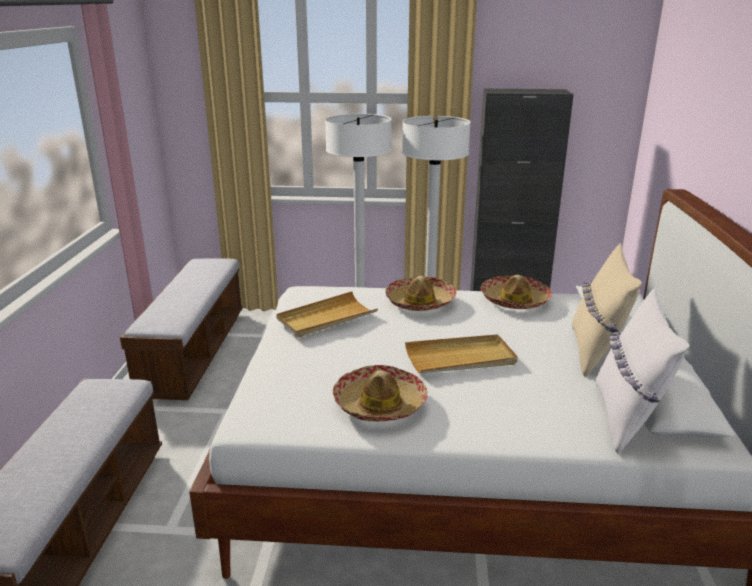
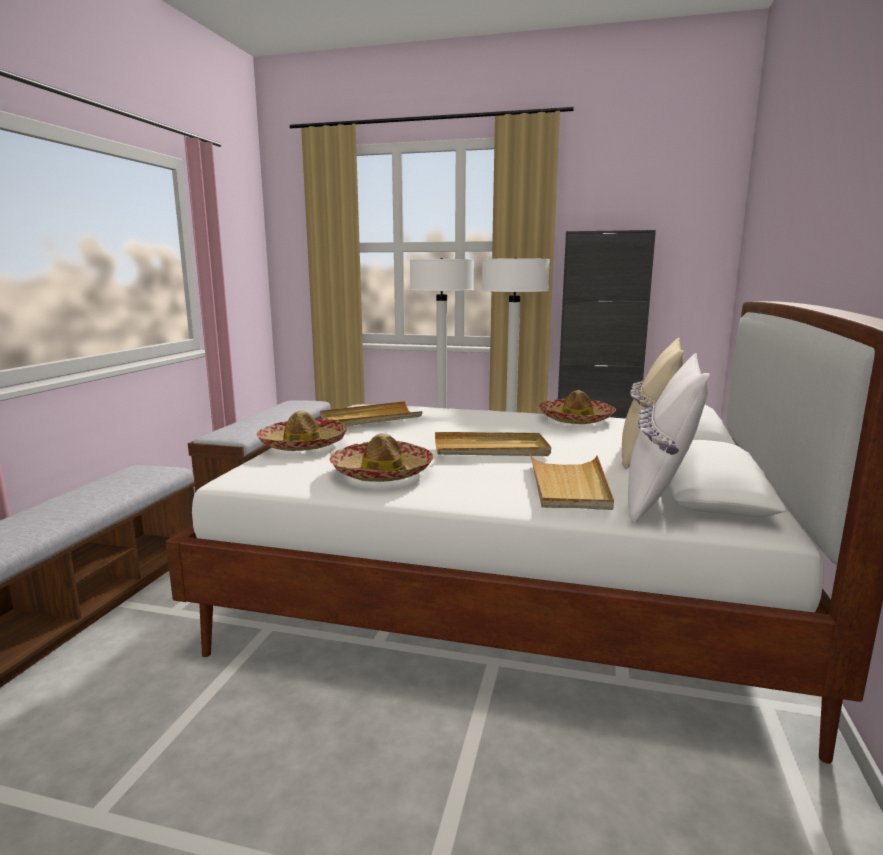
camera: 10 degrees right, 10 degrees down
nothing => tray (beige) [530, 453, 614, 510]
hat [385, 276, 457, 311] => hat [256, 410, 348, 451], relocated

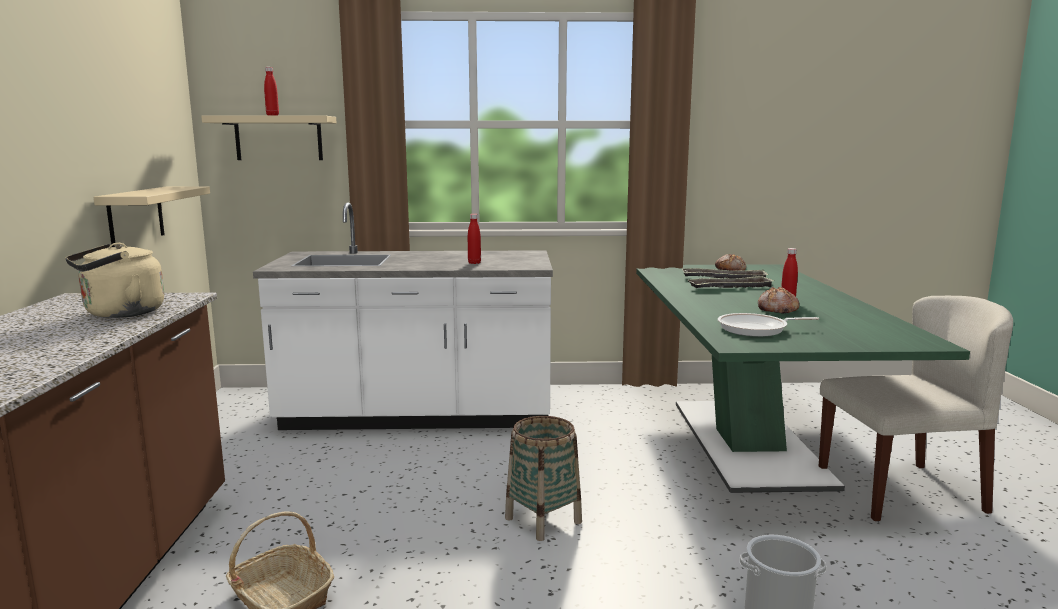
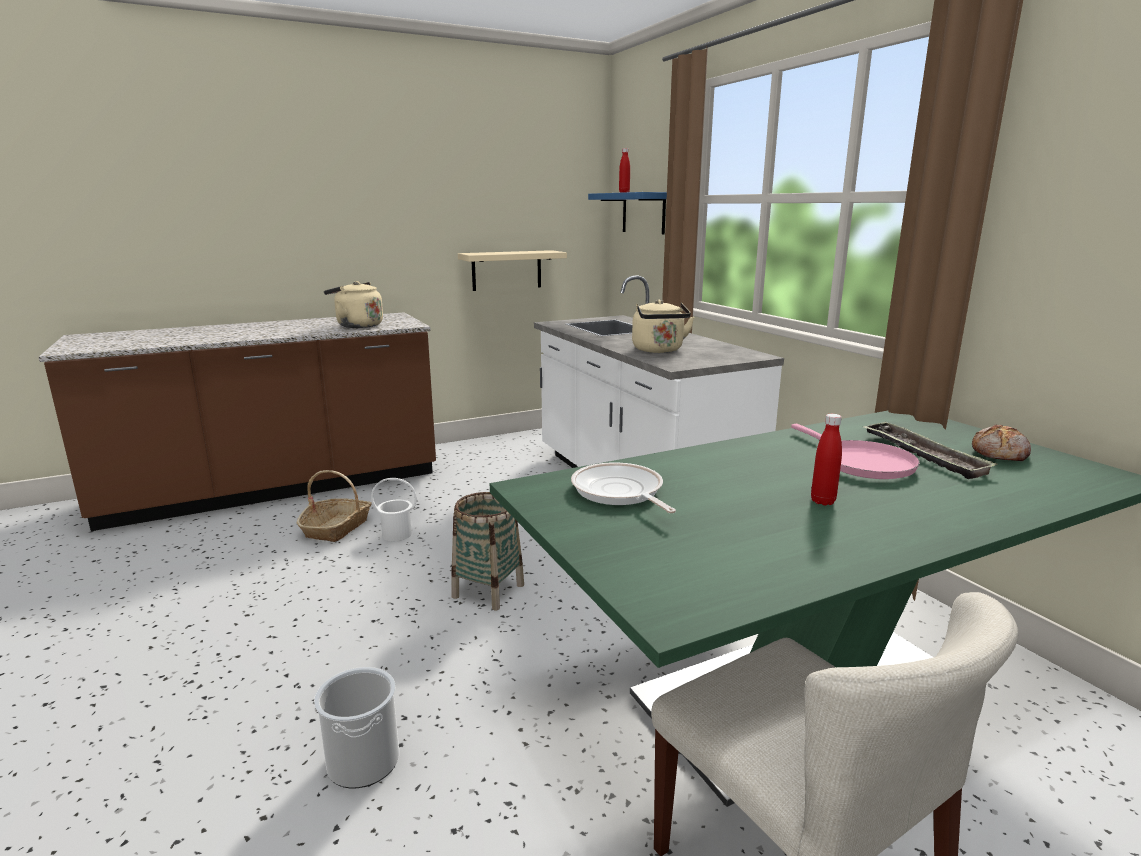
camera: 65 degrees right, 5 degrees up
bread [758, 287, 800, 314] => nothing
nothing => bucket (white) [371, 478, 417, 541]
bottle (red) [468, 214, 481, 264] => kettle (beige) [632, 300, 694, 353]
tray [688, 276, 774, 288] => frying pan (pink) [791, 424, 920, 479]
shelf (beige) [201, 115, 337, 160] => shelf (blue) [588, 192, 667, 234]

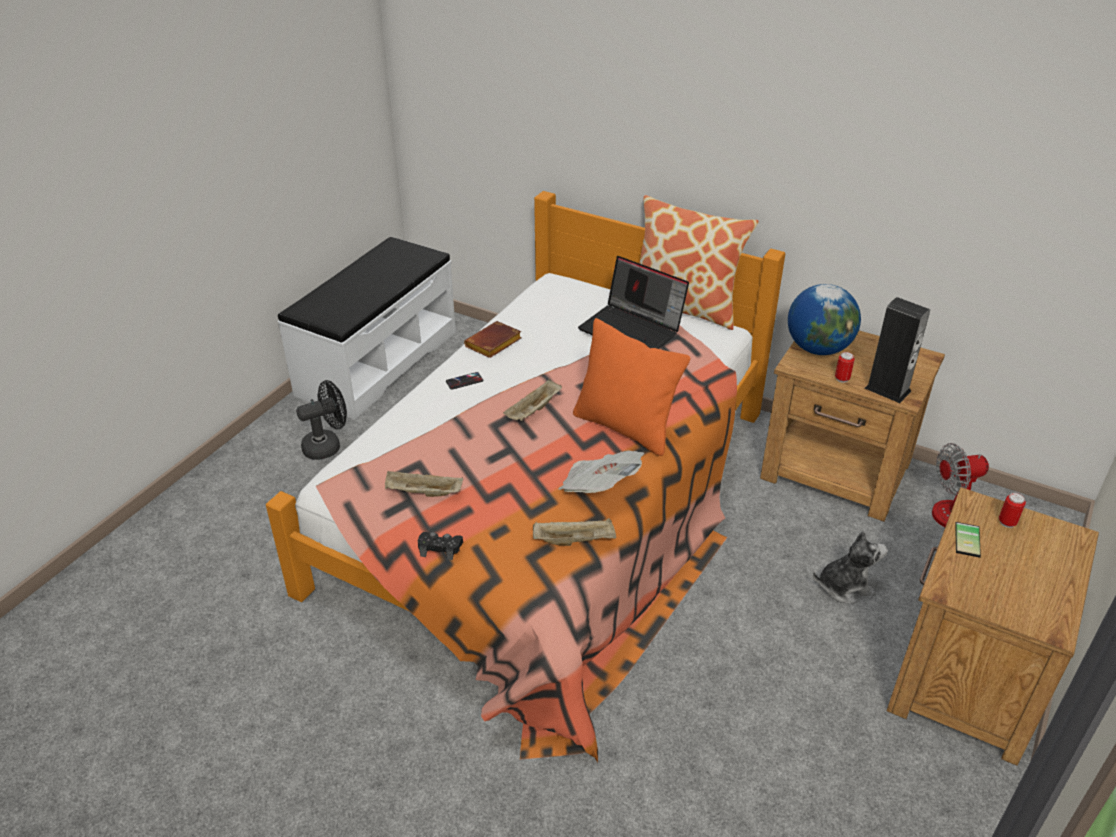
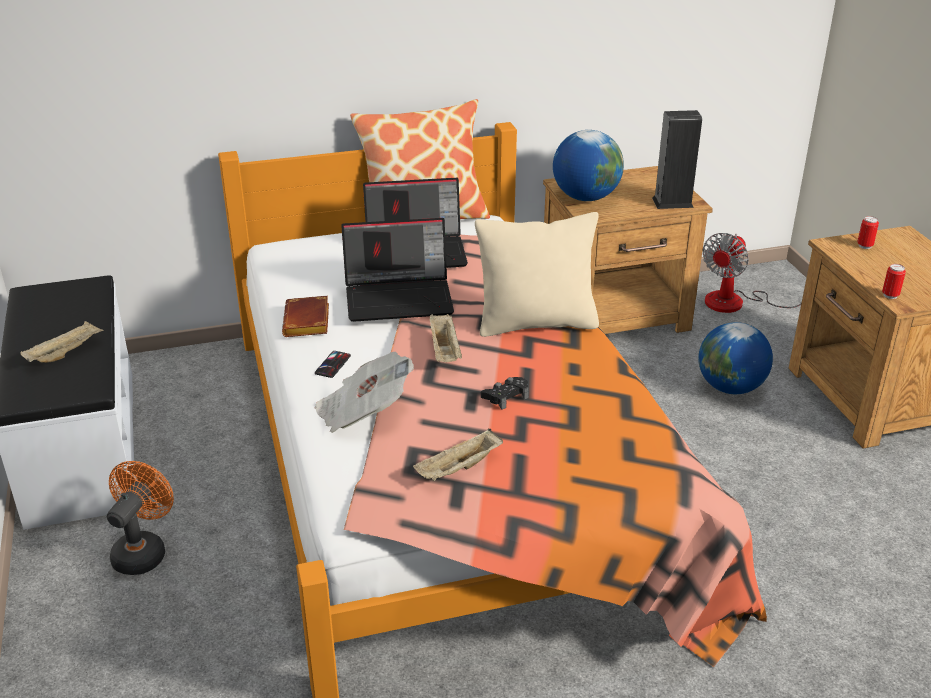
camera: 45 degrees left, 5 degrees down
phone [955, 522, 981, 558] => nothing
nothing => laptop [341, 218, 454, 322]
game controller (black) [418, 532, 463, 560] => game controller (black) [481, 377, 529, 410], relocated
tray (beige) [533, 518, 616, 546] => tray (beige) [20, 321, 103, 363], relocated
newspaper [558, 450, 645, 493] => newspaper [314, 352, 414, 433], relocated
can [835, 352, 855, 383] => can [882, 264, 906, 299], relocated
plush toy [813, 531, 887, 604] => globe [698, 322, 773, 394]
fan (black) [296, 380, 347, 460] => fan (orange) [107, 461, 174, 575]
pillow (orange) [573, 318, 690, 456] => pillow (beige) [475, 212, 599, 337]

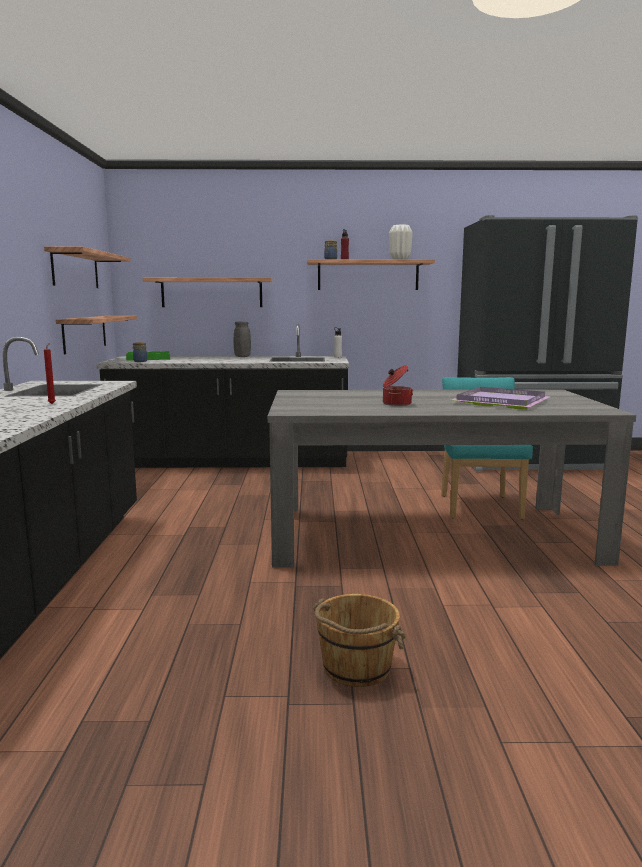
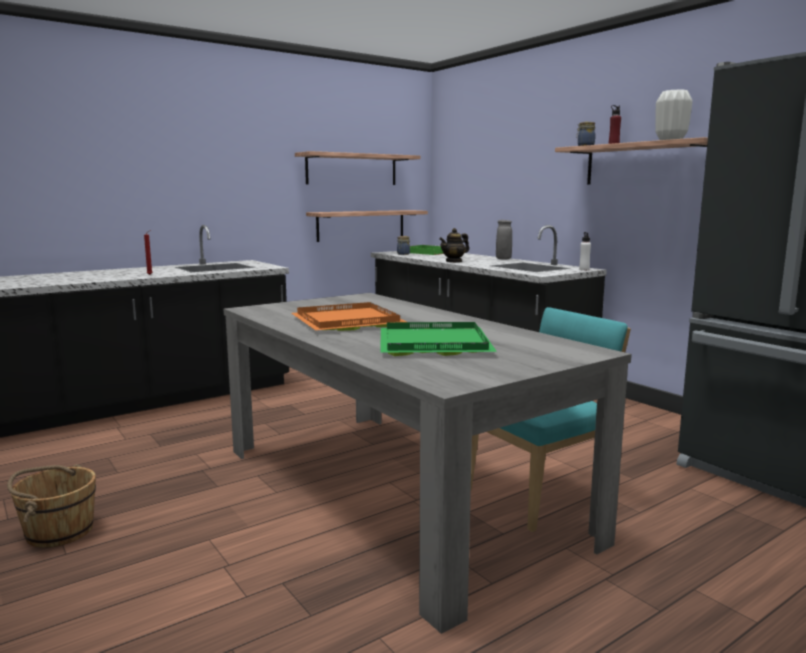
camera: 55 degrees right, 0 degrees up
shelf [143, 278, 272, 307] => nothing
nothing => teapot [439, 228, 469, 263]
cooking pot [383, 365, 413, 406] => tray (orange) [292, 302, 406, 331]
tray (purple) [452, 387, 550, 409] => tray (green) [380, 322, 497, 356]

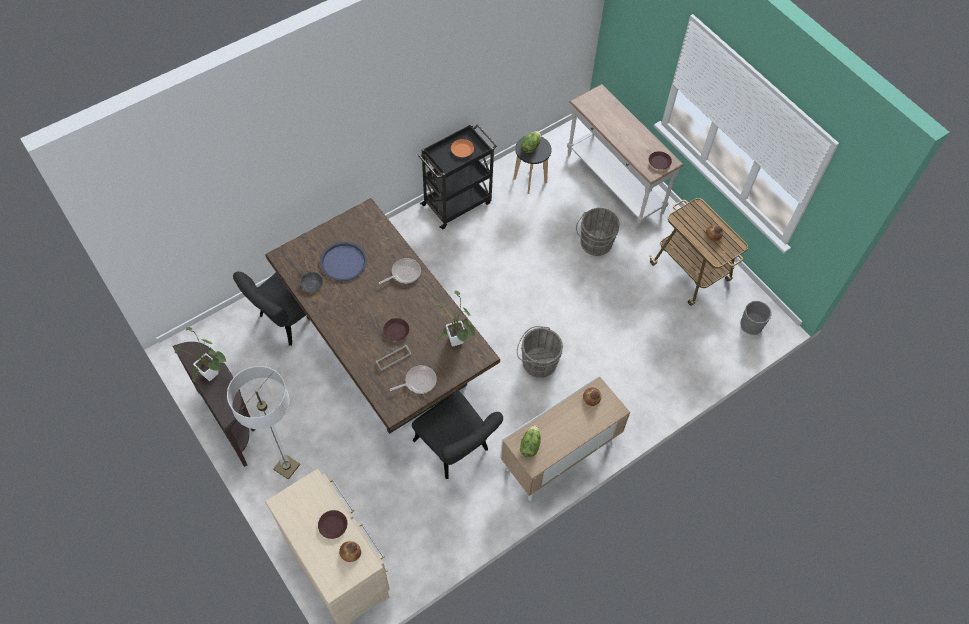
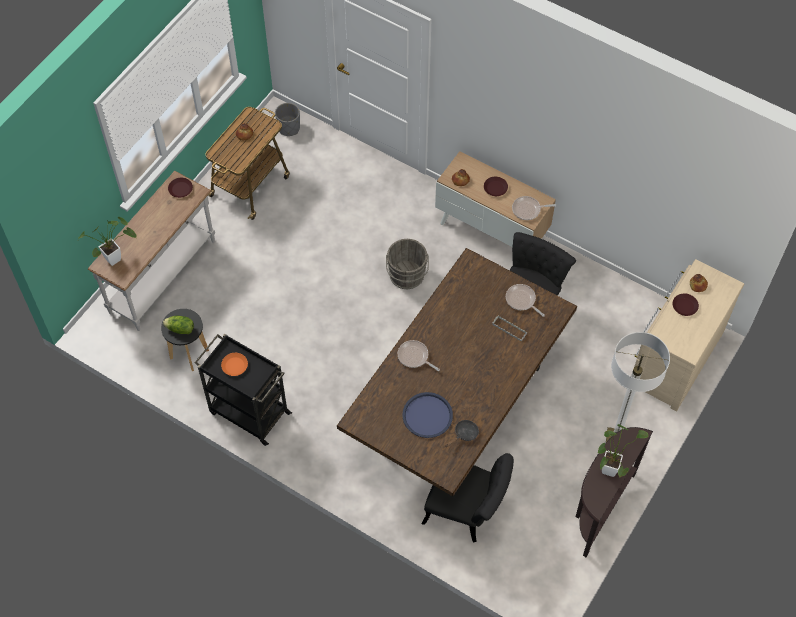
camera: 110 degrees left, 0 degrees up
bucket (grey) [576, 208, 620, 256] => nothing
plate (brown) [383, 318, 409, 341] => plate (brown) [484, 177, 508, 196], relocated
potted plant [435, 290, 475, 346] => potted plant [78, 217, 136, 266], relocated
lettuce [520, 425, 541, 457] => frying pan [512, 196, 556, 220]

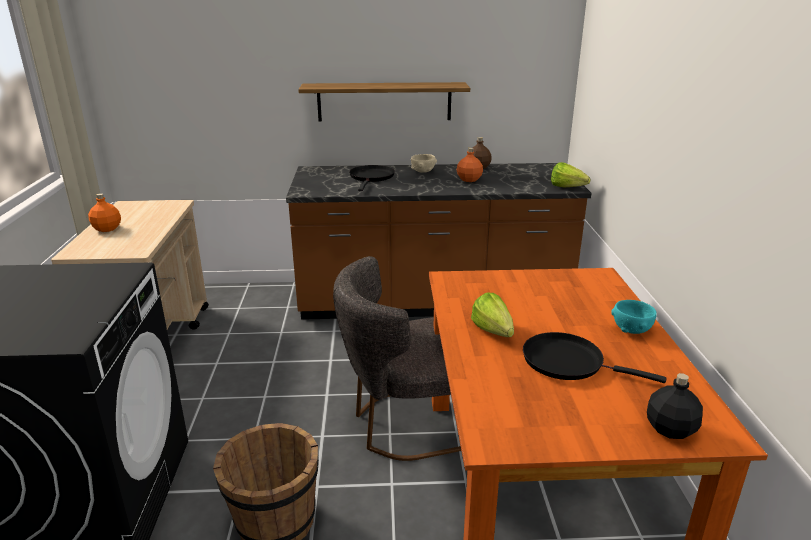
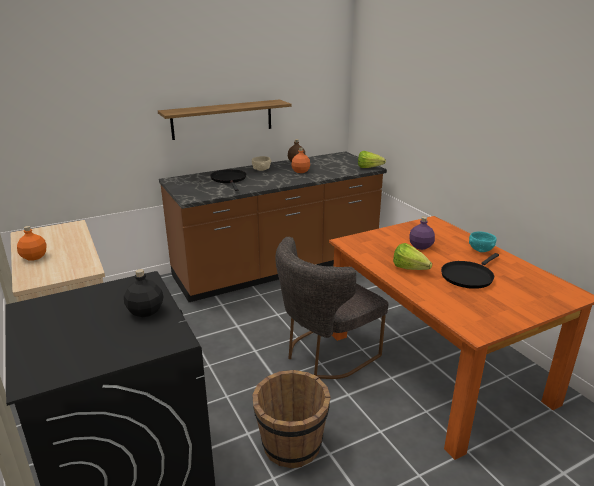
camera: 25 degrees left, 0 degrees up
nothing => bottle (purple) [409, 217, 435, 250]
bottle (black) [647, 373, 703, 439] => bottle (black) [124, 269, 164, 317], relocated
frying pan (black) [523, 332, 667, 383] => frying pan (black) [441, 253, 499, 289], 45 degrees counterclockwise

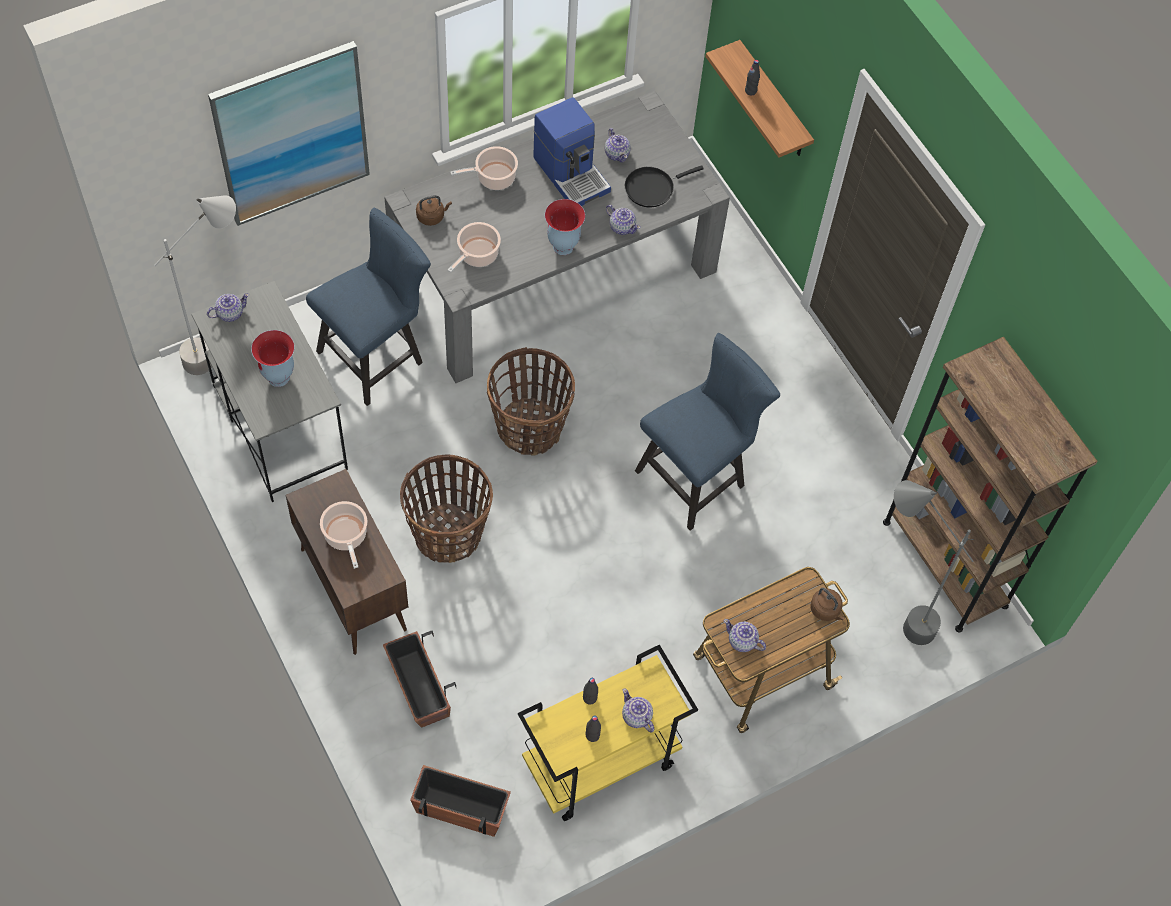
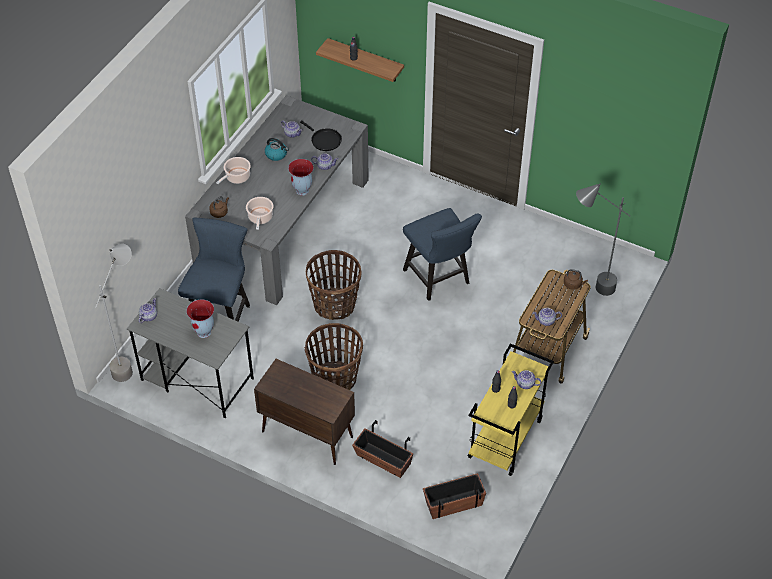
camera: 30 degrees left, 10 degrees down
picture [208, 41, 370, 226] => nothing
cooking pot [320, 501, 367, 569] => nothing
bookcase (brown) [883, 337, 1098, 632] => nothing
coffee machine [533, 97, 611, 206] => kettle [265, 138, 289, 161]
frying pan (black) [625, 165, 704, 207] => frying pan (black) [300, 120, 342, 151], 75 degrees counterclockwise
chair (blue) [635, 333, 780, 531] => chair (blue) [403, 208, 482, 301], 135 degrees clockwise

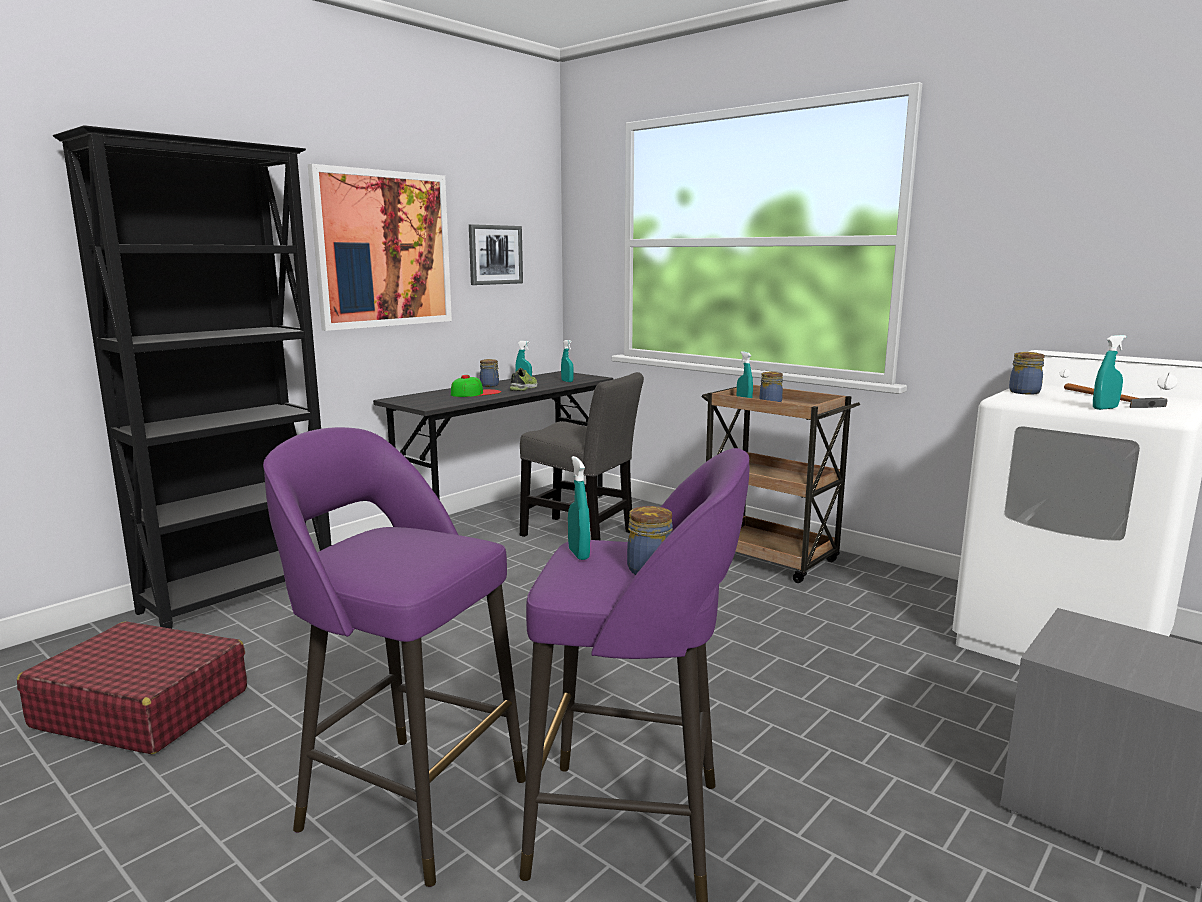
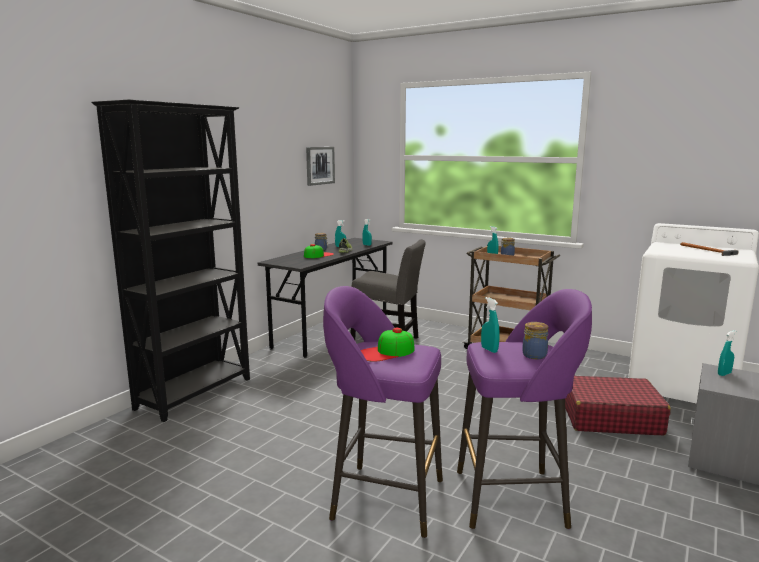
camera: 10 degrees left, 0 degrees up
picture [308, 164, 452, 331] => nothing
jar [1009, 352, 1045, 395] => nothing
nothing => cap [361, 328, 415, 362]
suitcase (red) [17, 621, 247, 754] => suitcase (red) [565, 376, 671, 435], relocated
spray bottle (turquoise) [1093, 335, 1126, 410] => spray bottle (turquoise) [718, 330, 736, 376], relocated

